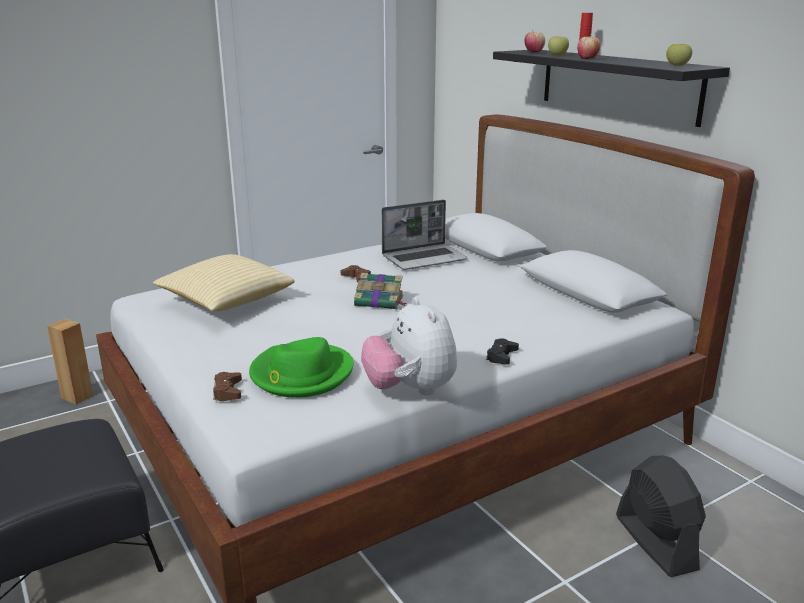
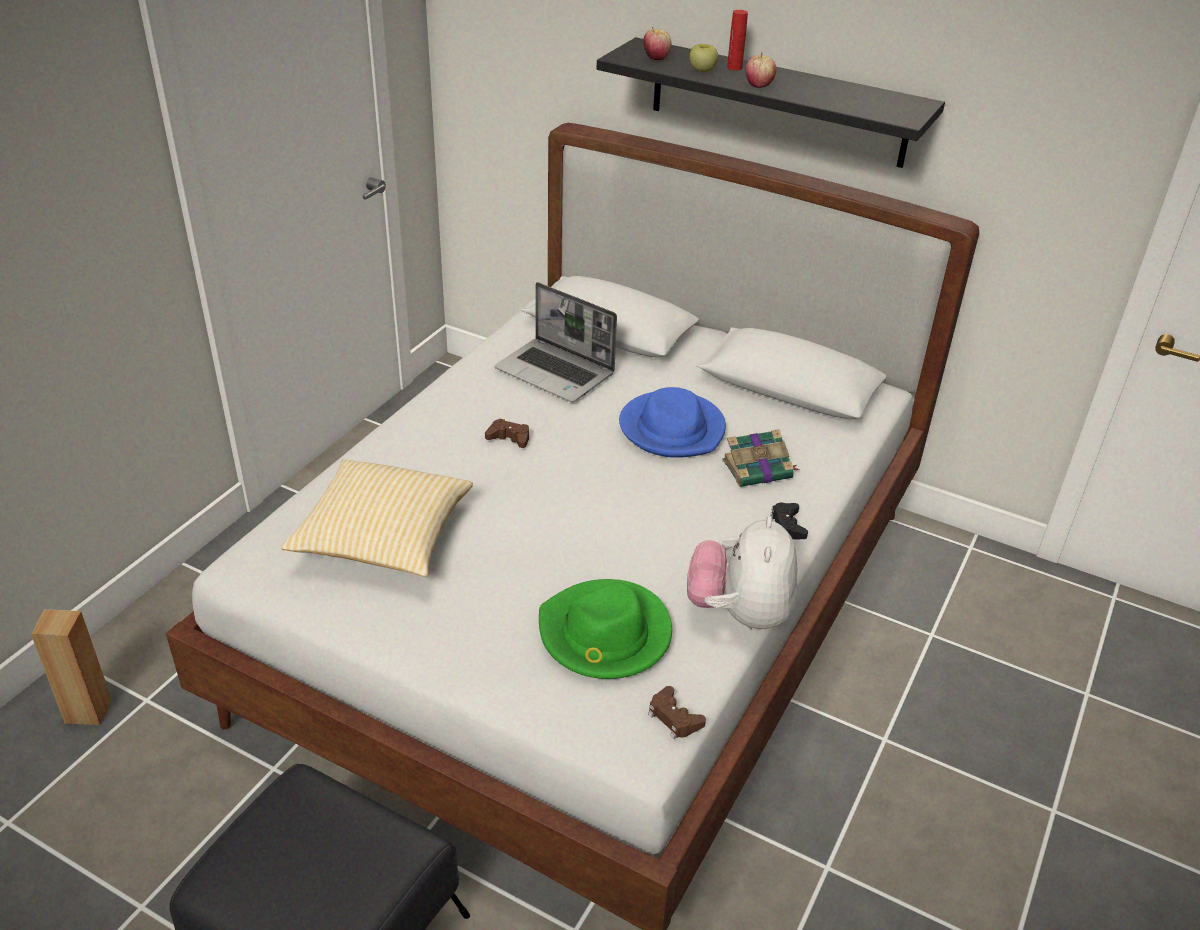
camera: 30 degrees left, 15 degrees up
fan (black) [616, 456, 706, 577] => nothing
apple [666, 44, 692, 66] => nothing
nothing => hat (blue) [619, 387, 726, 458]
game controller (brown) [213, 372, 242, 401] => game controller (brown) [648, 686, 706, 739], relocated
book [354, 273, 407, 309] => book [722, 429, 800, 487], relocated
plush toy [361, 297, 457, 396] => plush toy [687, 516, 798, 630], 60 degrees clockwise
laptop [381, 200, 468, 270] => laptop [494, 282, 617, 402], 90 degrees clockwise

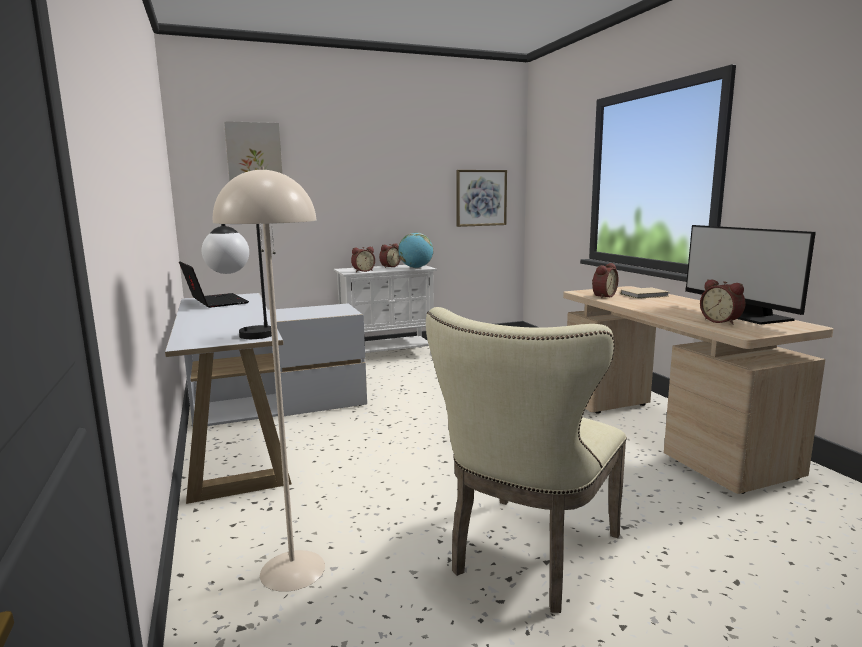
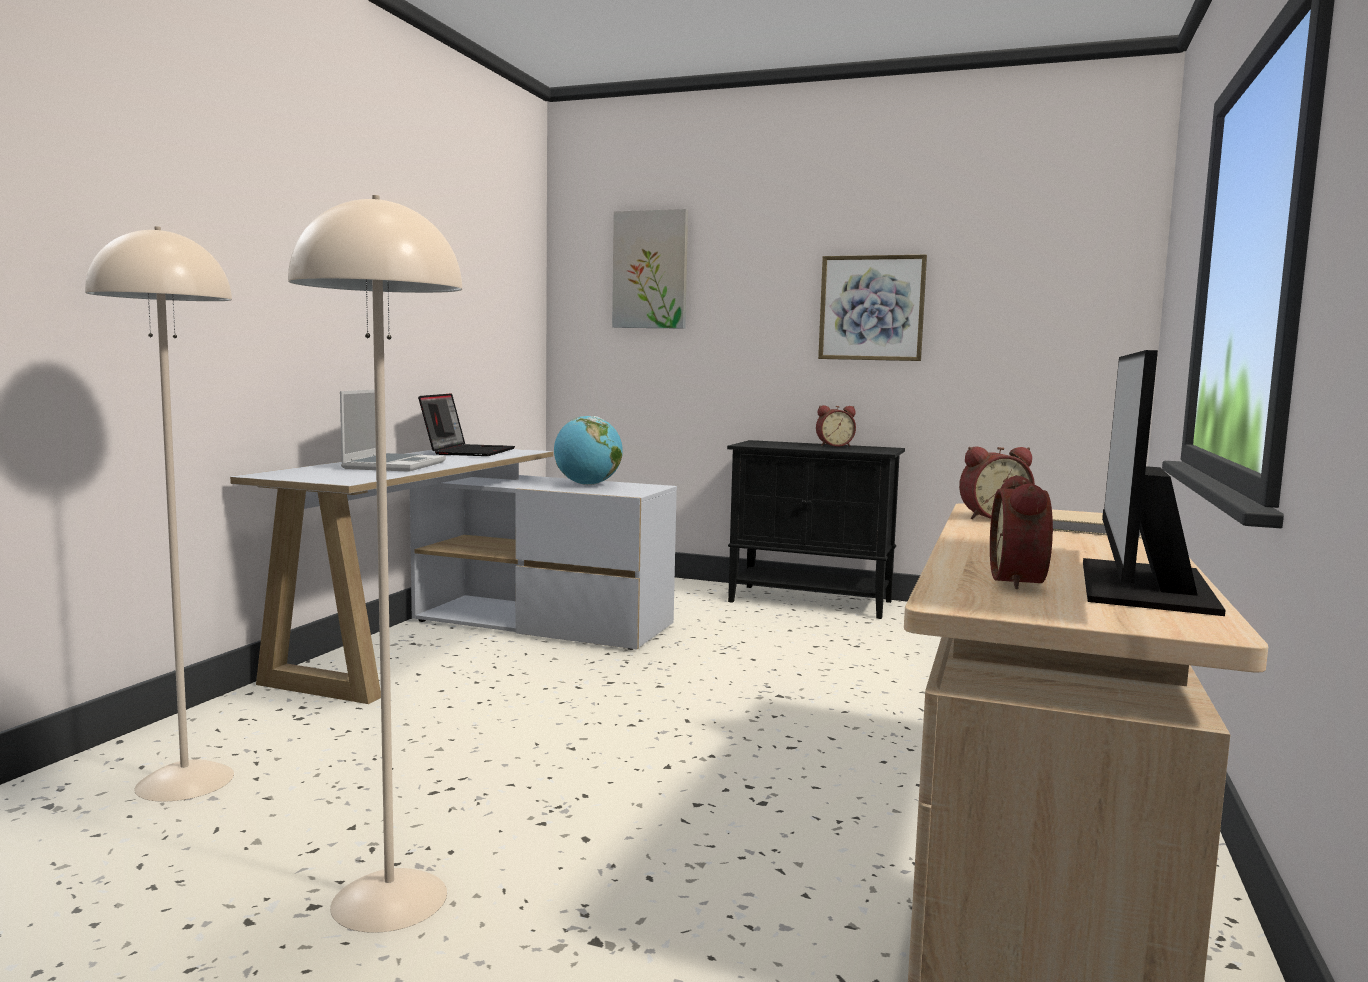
camera: 40 degrees right, 5 degrees down
table lamp [202, 224, 272, 339] => nothing
alarm clock [351, 247, 375, 272] => nothing
nothing => laptop [340, 389, 446, 472]
globe [398, 233, 433, 268] => globe [554, 416, 623, 485], relocated
picture [456, 170, 507, 227] => picture [818, 255, 927, 361], relocated
chair (beige) [426, 307, 627, 613] => floor lamp (beige) [288, 195, 462, 933]
cabinet (white) [334, 265, 437, 357] => cabinet (black) [727, 440, 905, 619]

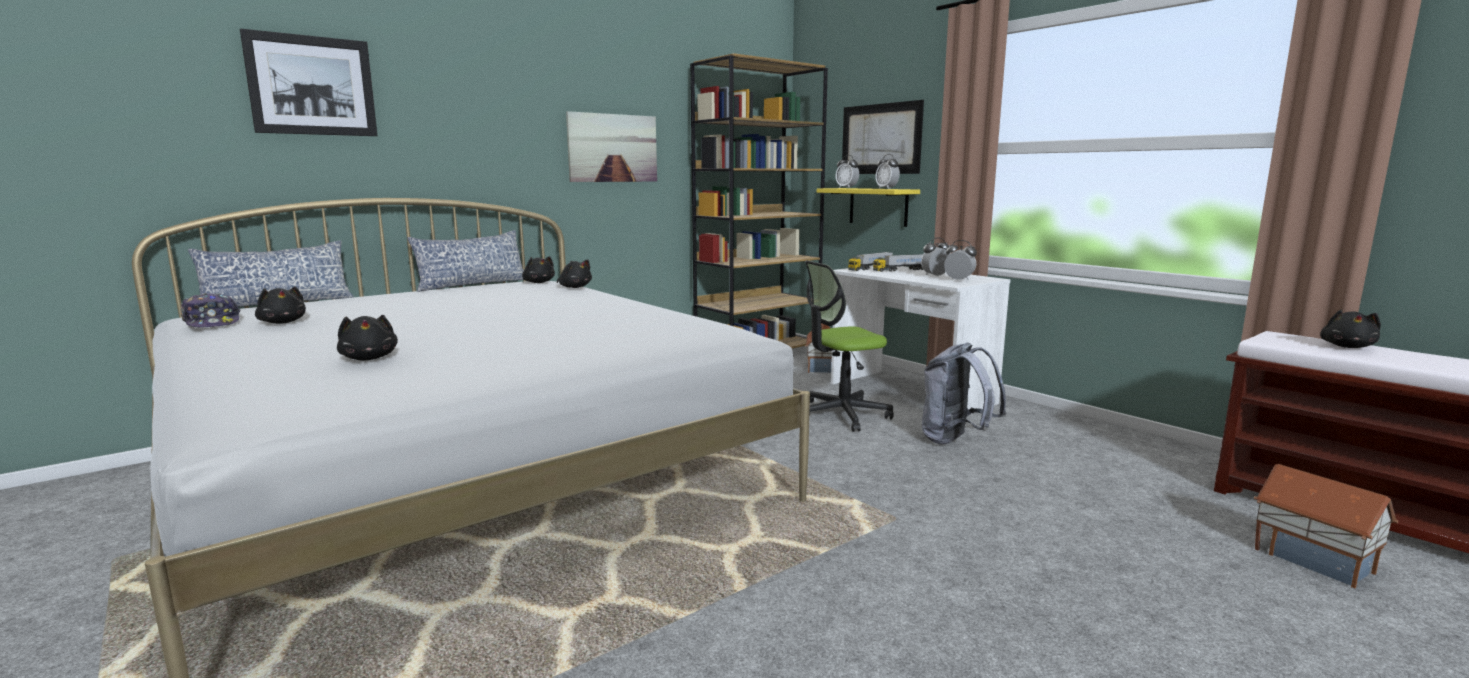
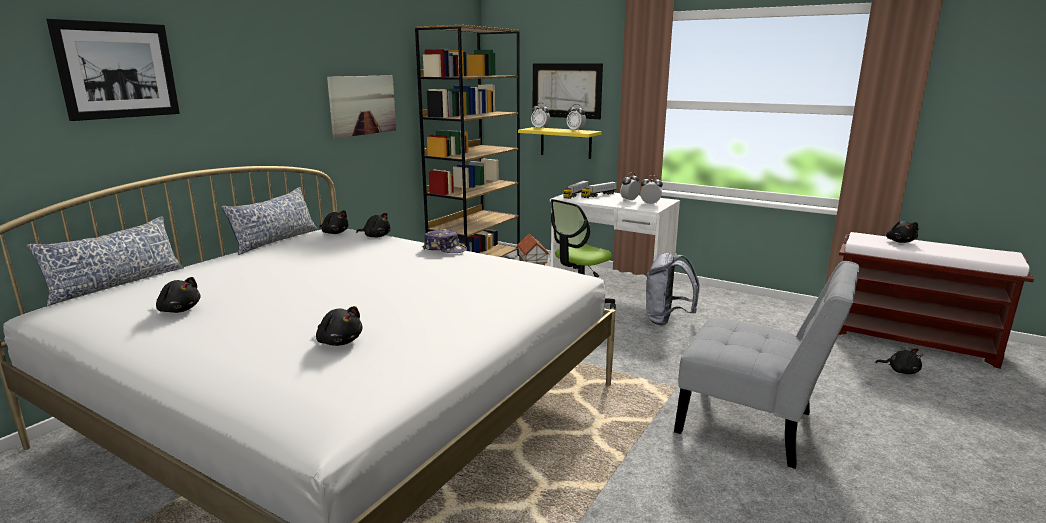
camera: 20 degrees left, 5 degrees up
nothing => chair (grey) [674, 261, 860, 469]
cap [181, 293, 240, 327] => cap [423, 229, 467, 253], relocated
toy house [1254, 464, 1398, 588] => plush toy (black) [875, 349, 923, 374]

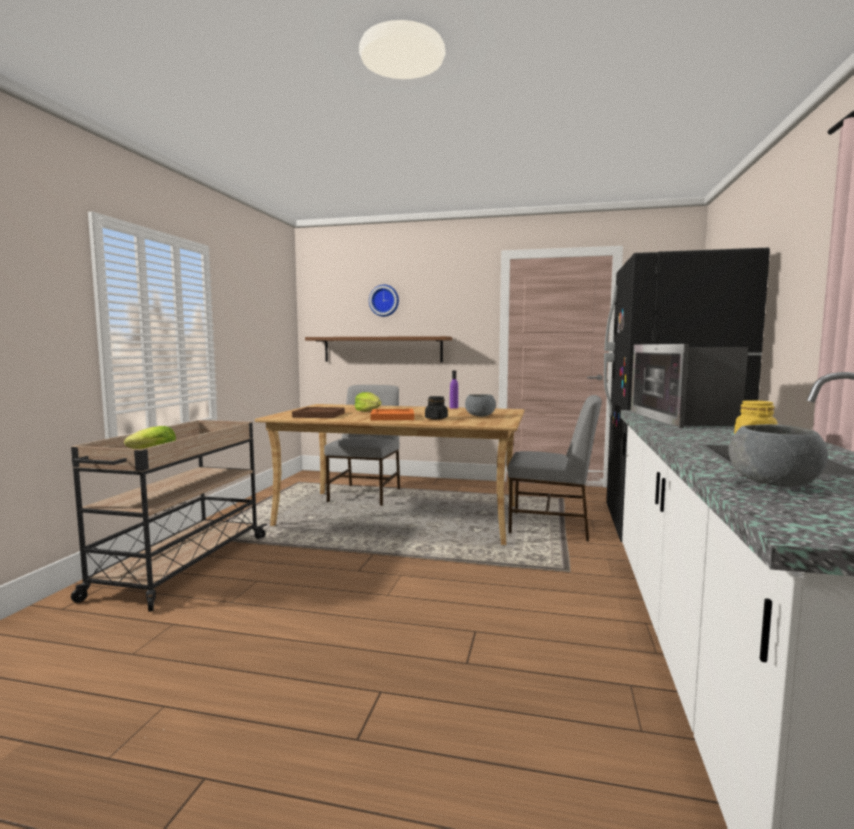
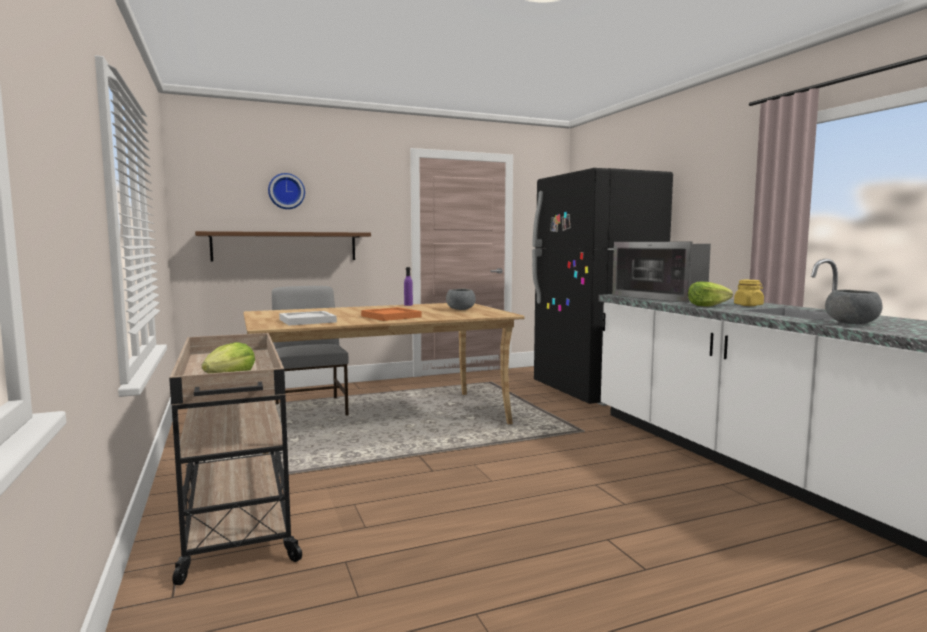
camera: 35 degrees left, 0 degrees up
jar (black) [425, 396, 448, 420] => nothing
chair (grey) [507, 395, 602, 541] => nothing
lettuce [355, 392, 381, 411] => lettuce [688, 282, 733, 306], relocated
tray (brown) [292, 407, 345, 418] => tray (white) [279, 311, 337, 326]

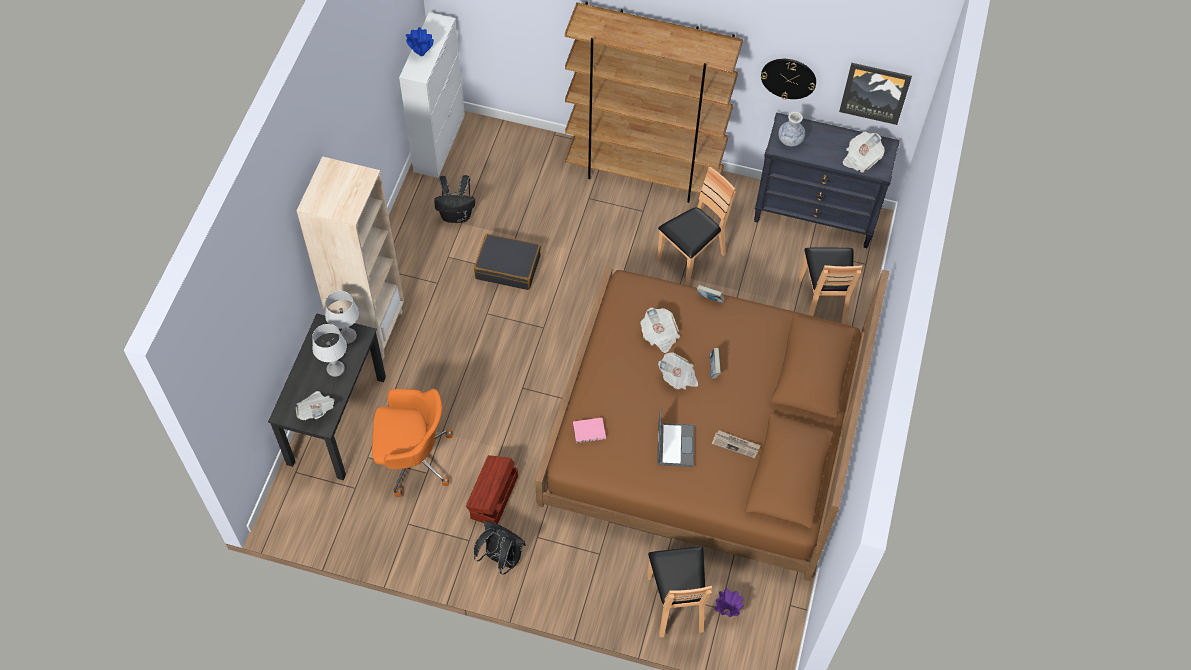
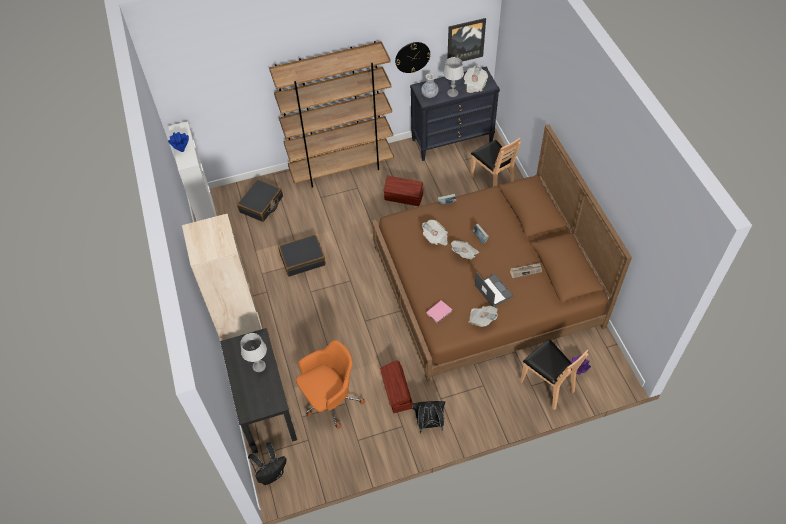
camera: 30 degrees left, 5 degrees down
nothing => suitcase (black) [237, 179, 283, 222]
newspaper [296, 391, 335, 420] => newspaper [468, 305, 498, 327], relocated
table lamp (grey) [325, 291, 359, 344] => table lamp (grey) [443, 57, 464, 97], relocated
backpack (black) [434, 175, 475, 223] => backpack (black) [248, 442, 286, 485], relocated
chair (brown) [657, 167, 736, 286] => storage box (brown) [383, 175, 423, 206]

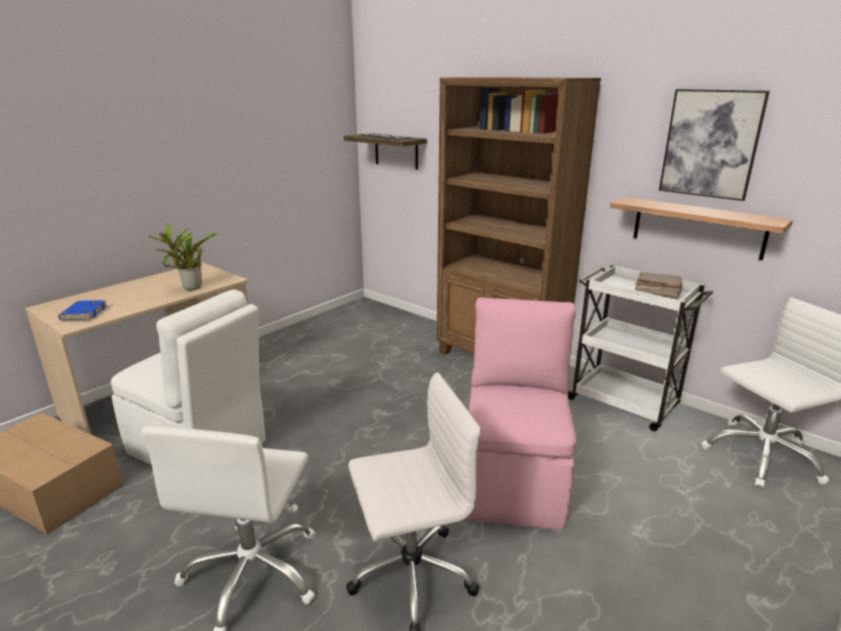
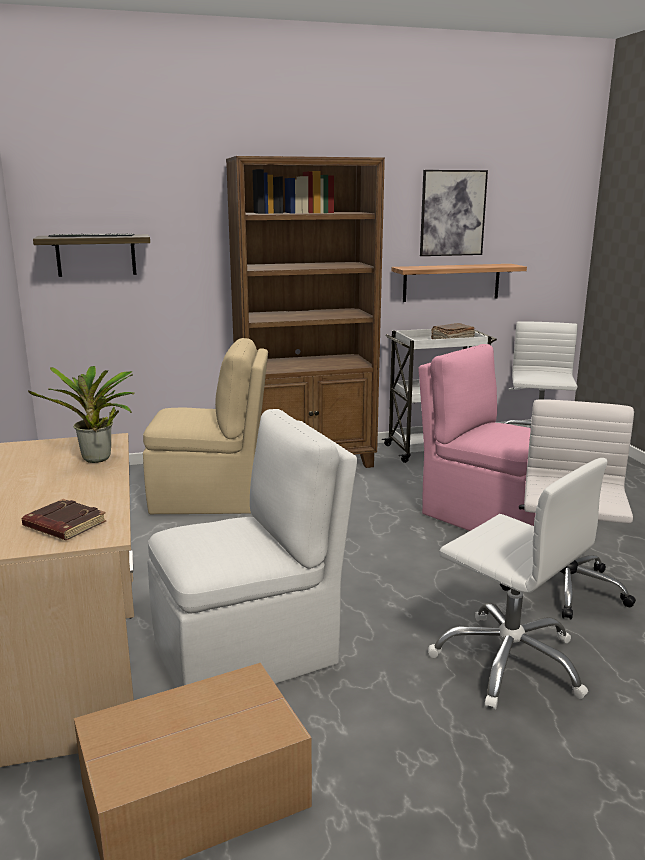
camera: 55 degrees left, 5 degrees down
nothing => chair (beige) [143, 338, 268, 515]
book (blue) [58, 300, 108, 320] => book (brown) [22, 499, 106, 540]

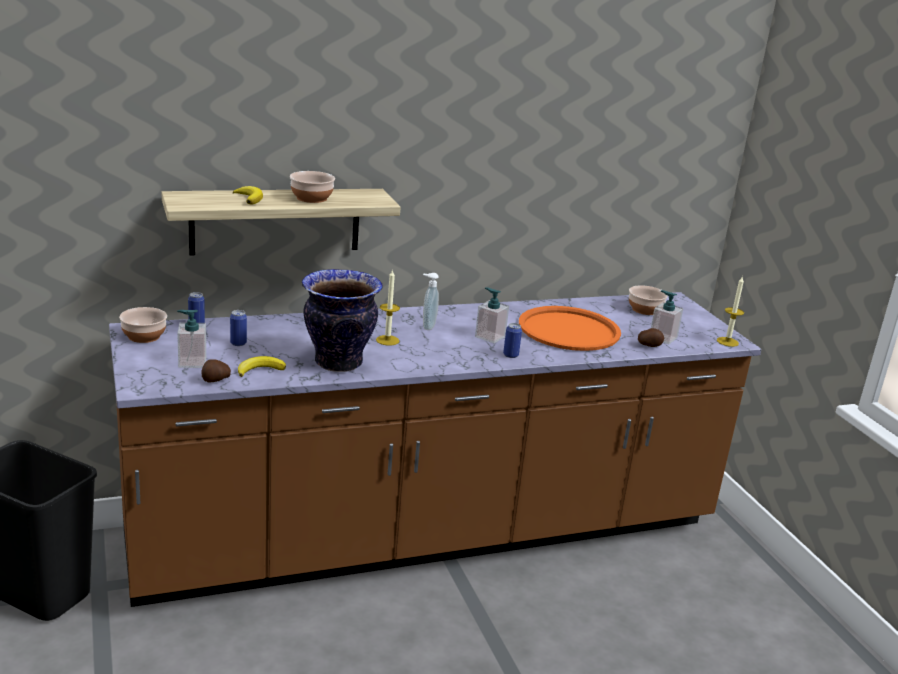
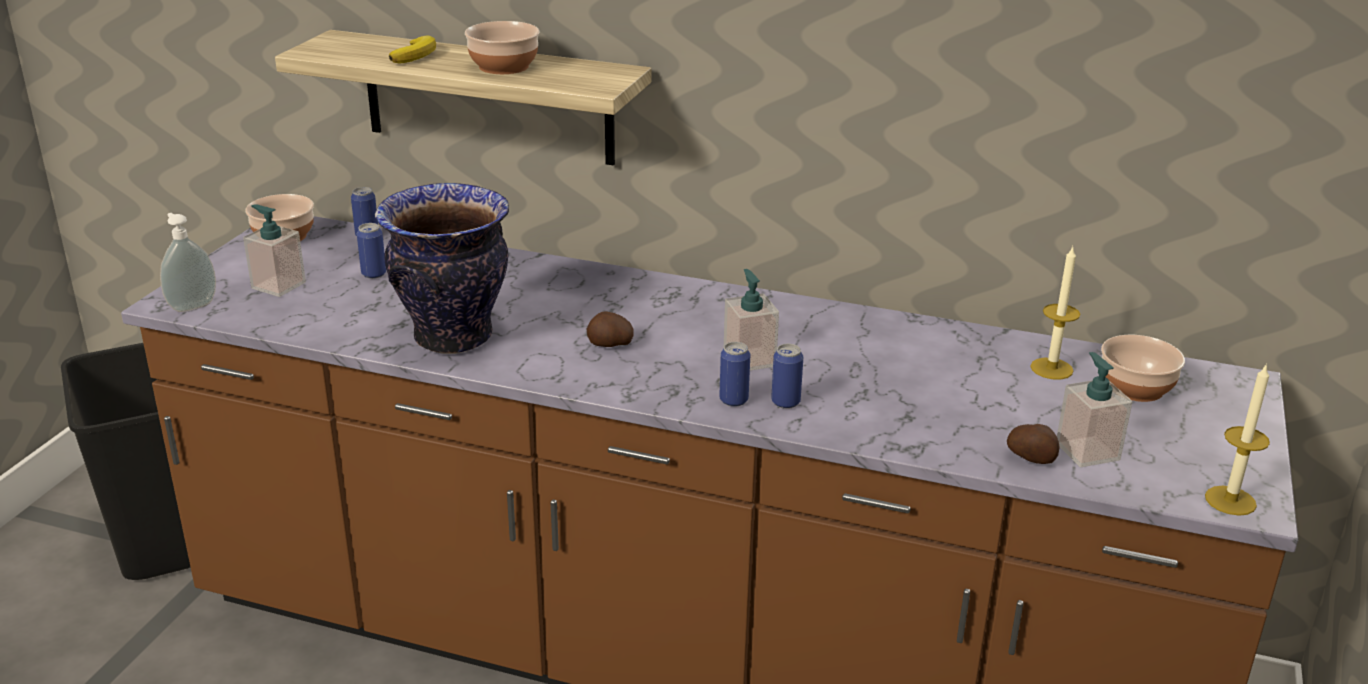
camera: 40 degrees right, 5 degrees up
banana [238, 356, 286, 377] => nothing
tray (orange) [519, 306, 621, 351] => nothing
nothing => can [771, 344, 803, 409]
potato [201, 359, 231, 383] => potato [587, 311, 634, 347], relocated
candle [376, 269, 400, 346] => candle [1030, 247, 1080, 380], relocated
soap dispenser [423, 273, 439, 330] => soap dispenser [160, 213, 216, 312], relocated

